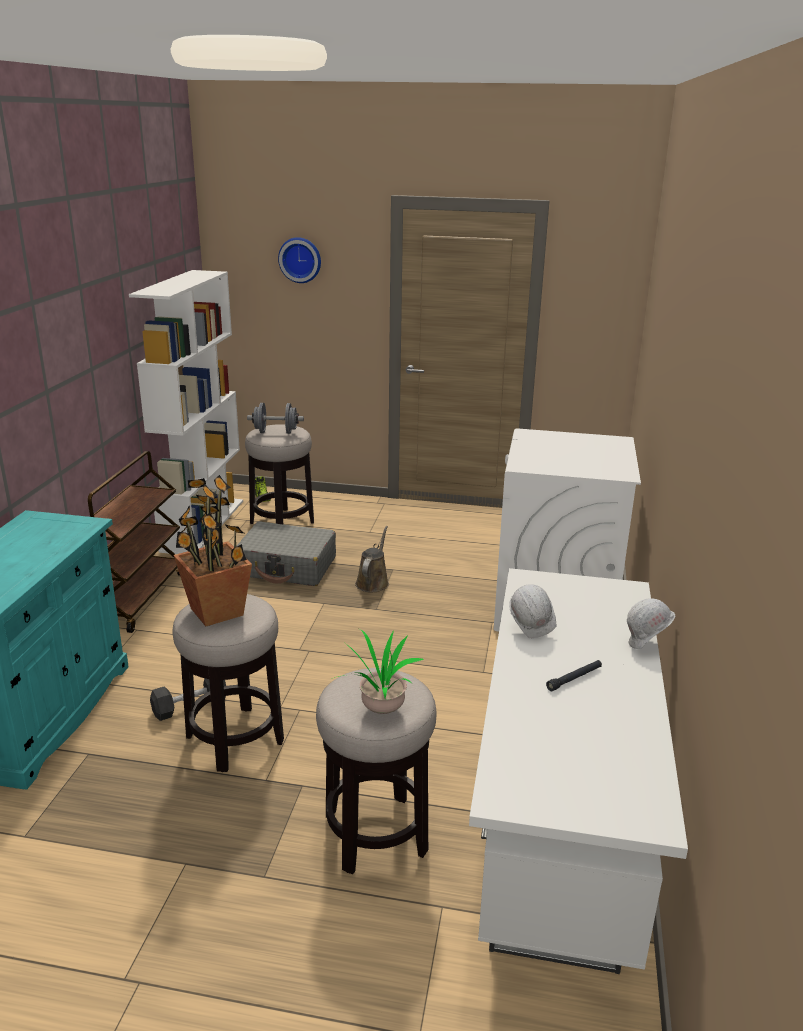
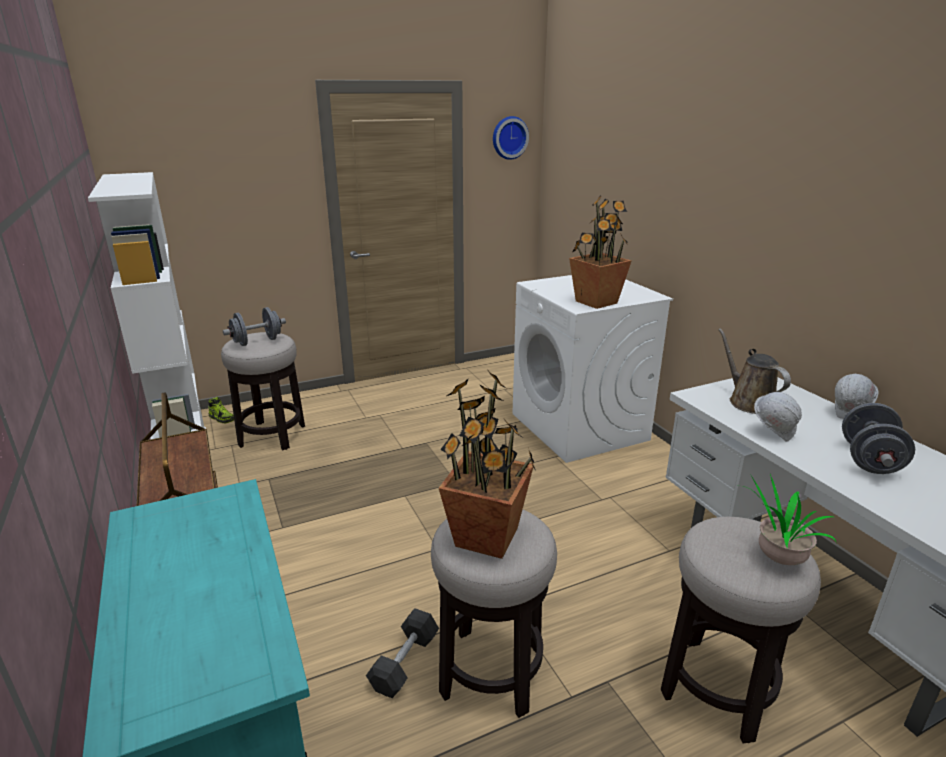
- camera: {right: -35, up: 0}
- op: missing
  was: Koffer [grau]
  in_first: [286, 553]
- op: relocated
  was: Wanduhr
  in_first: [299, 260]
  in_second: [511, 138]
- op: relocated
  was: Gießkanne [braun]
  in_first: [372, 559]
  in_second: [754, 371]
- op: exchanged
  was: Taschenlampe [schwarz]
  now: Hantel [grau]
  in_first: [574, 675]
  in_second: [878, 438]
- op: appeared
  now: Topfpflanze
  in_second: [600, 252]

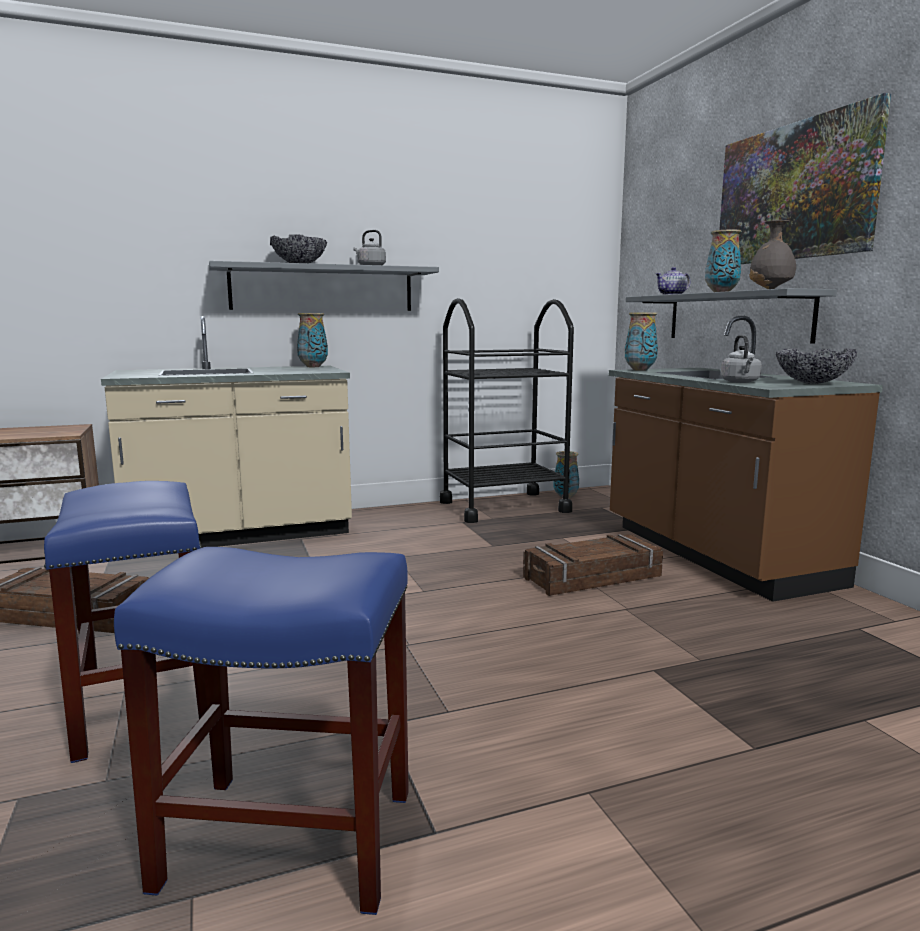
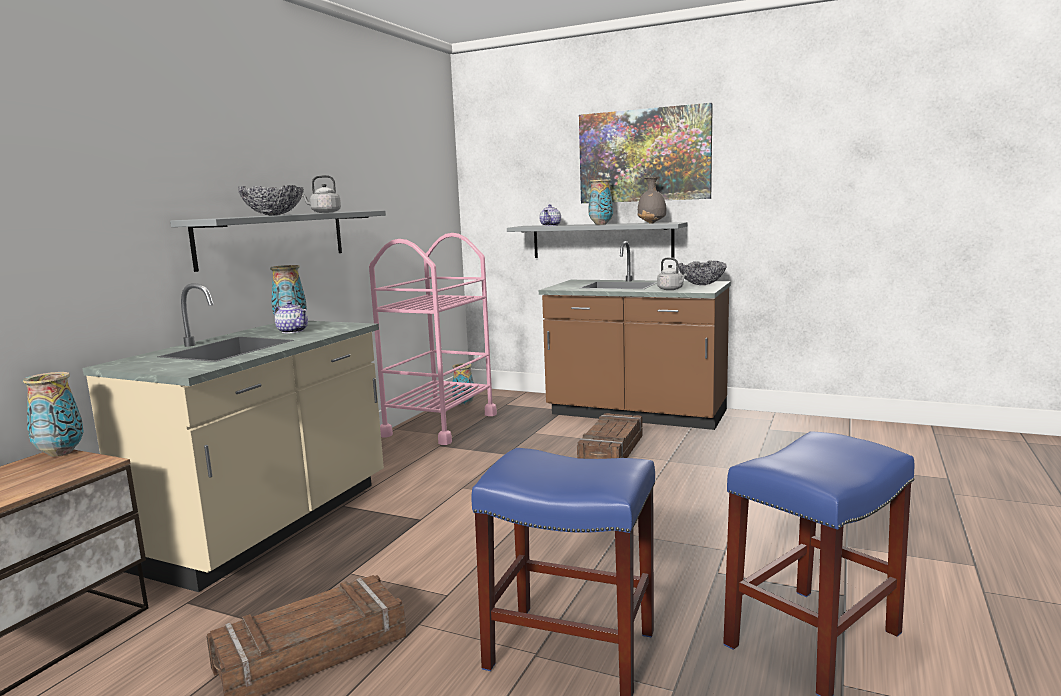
- camera: {right: -45, up: 0}
- op: colour
  was: Rollwagen [schwarz]
  now: Rollwagen [rosa]
  in_first: [507, 410]
  in_second: [433, 339]
- op: relocated
  was: Vase
  in_first: [641, 341]
  in_second: [53, 414]
- op: appeared
  now: Teekanne
  in_second: [291, 317]

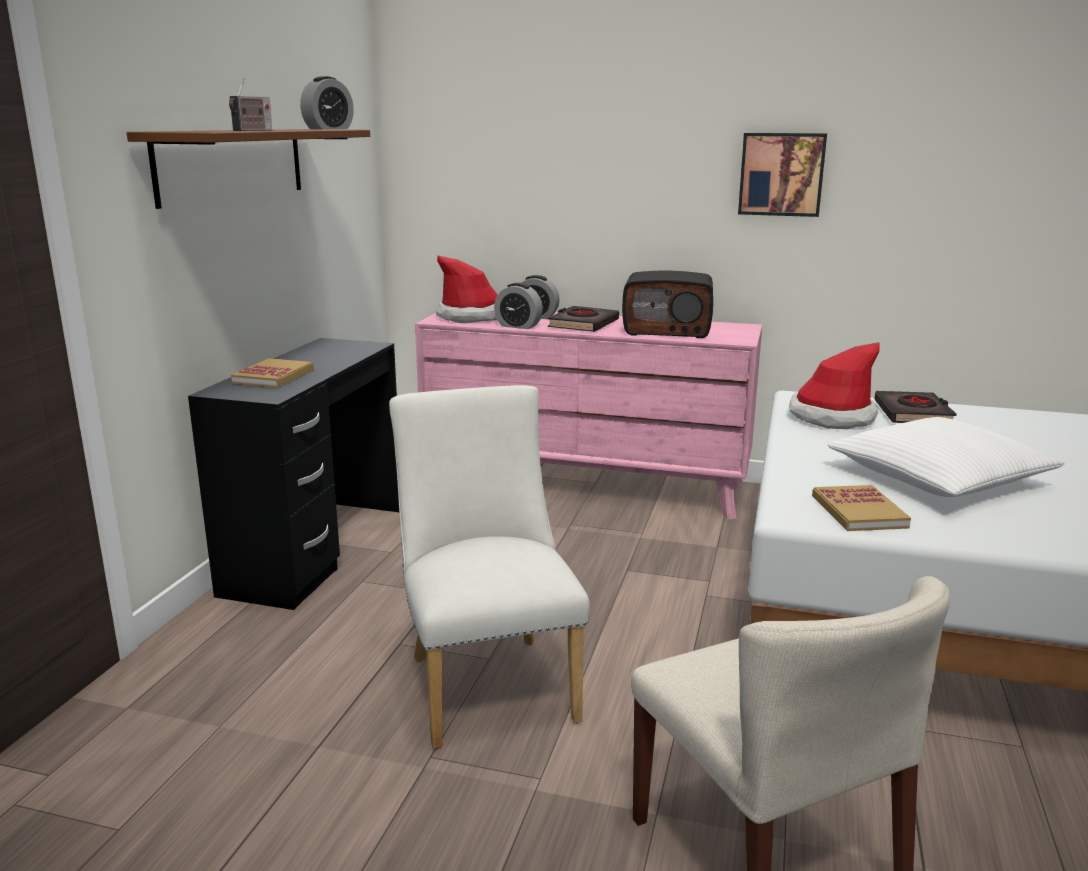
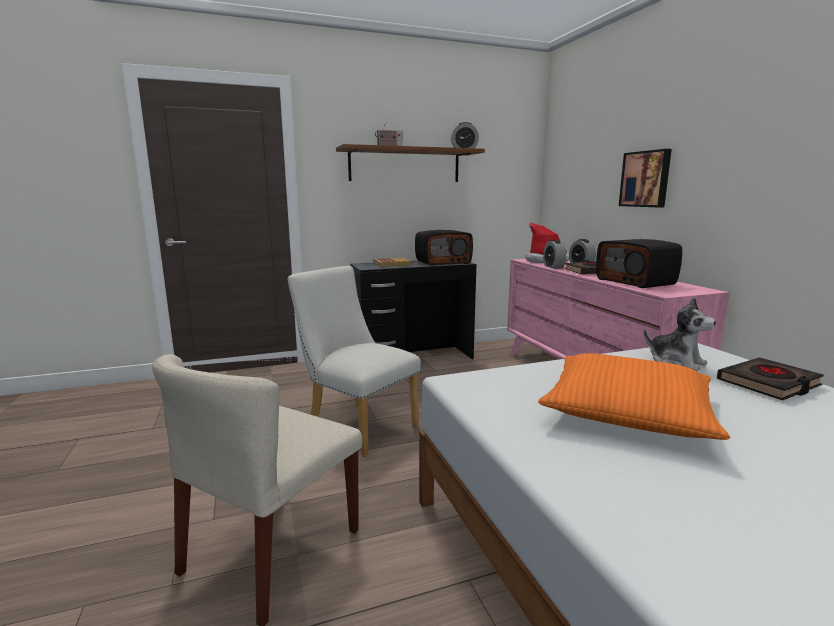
- camera: {right: 55, up: -5}
- op: spun
  was: Stuhl [weiß]
  in_first: [489, 567]
  in_second: [354, 361]
  clockwise: -90
- op: relocated
  was: Bild
  in_first: [782, 175]
  in_second: [645, 178]
- op: exchanged
  was: Hut
  now: Plüschtier
  in_first: [834, 385]
  in_second: [680, 334]
- op: missing
  was: Buch
  in_first: [861, 508]
- op: colour
  was: Kissen [weiß]
  now: Kissen [orange]
  in_first: [945, 457]
  in_second: [634, 396]
- op: appeared
  now: Radio
  in_second: [444, 248]

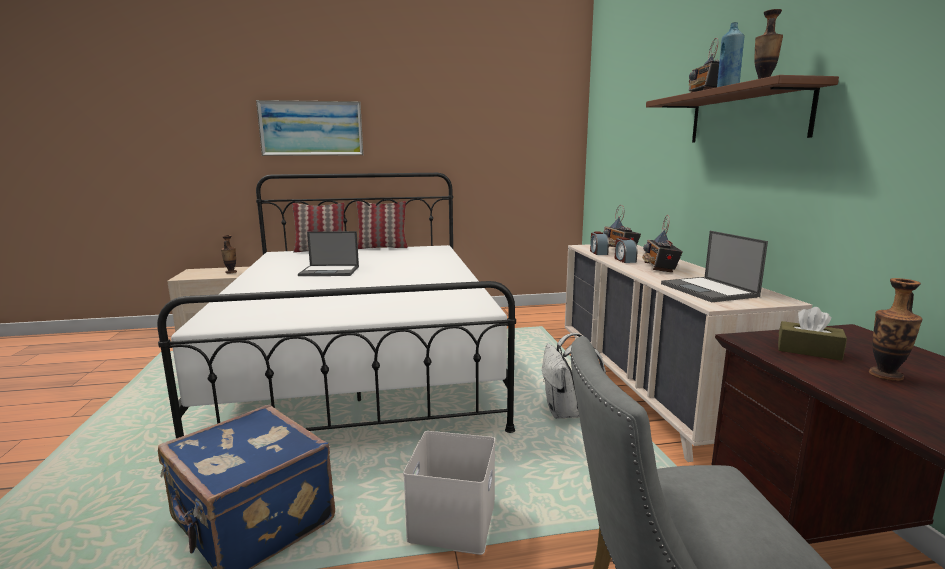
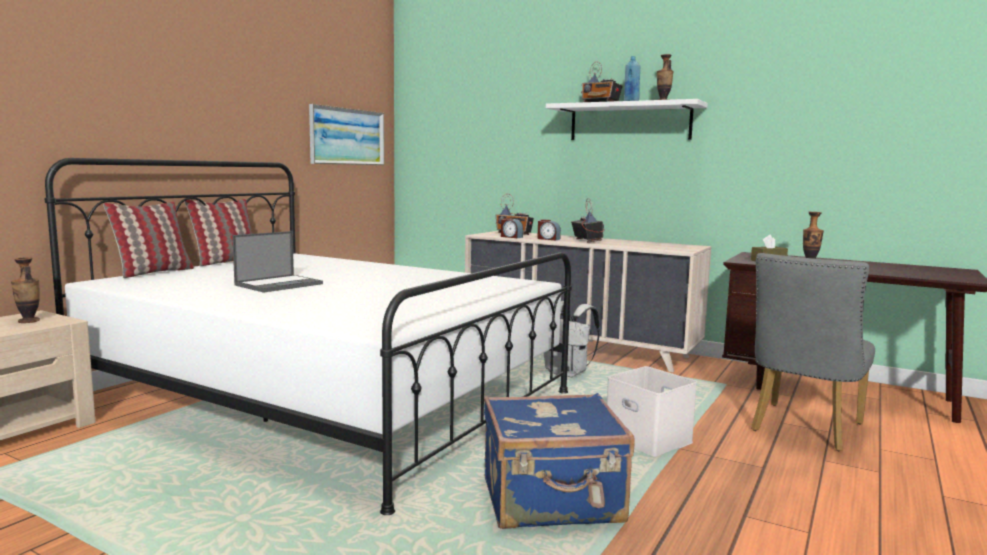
- camera: {right: -50, up: -5}
- op: relocated
  was: Bild
  in_first: [309, 128]
  in_second: [346, 134]
- op: spun
  was: Radio
  in_first: [662, 244]
  in_second: [587, 220]
  clockwise: -150
- op: colour
  was: Wandregal [braun]
  now: Wandregal [weiß]
  in_first: [742, 108]
  in_second: [627, 119]
- op: missing
  was: Laptop
  in_first: [714, 266]

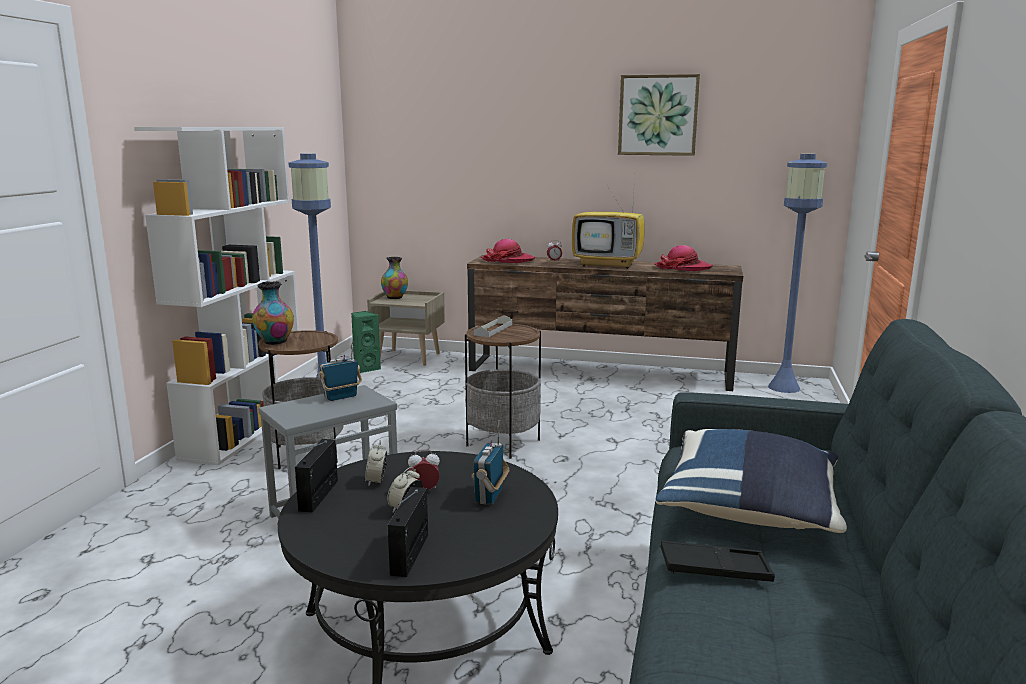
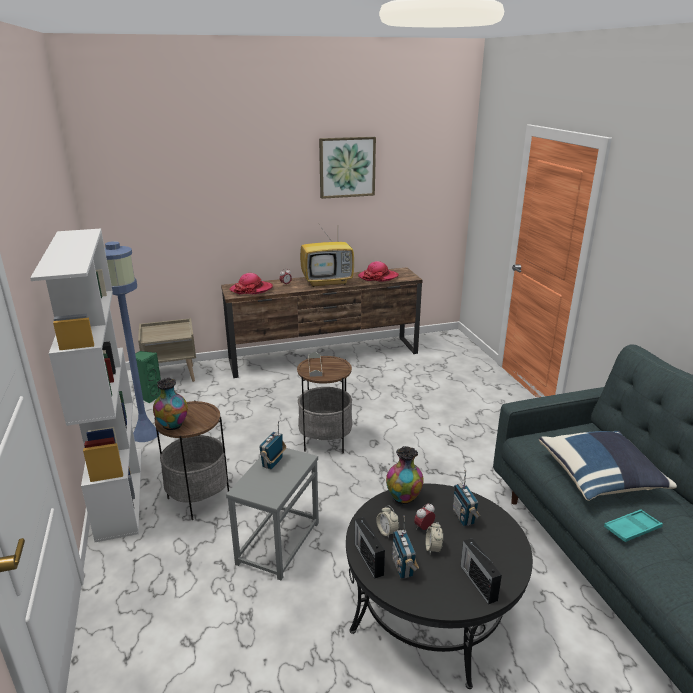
- camera: {right: -30, up: 10}
- op: relocated
  was: Vase
  in_first: [394, 278]
  in_second: [405, 476]
- op: colour
  was: Tablett [schwarz]
  now: Tablett [türkis]
  in_first: [718, 561]
  in_second: [633, 525]
- op: missing
  was: Stehlampe [blau]
  in_first: [797, 273]
- op: appeared
  now: Radio
  in_second: [405, 547]

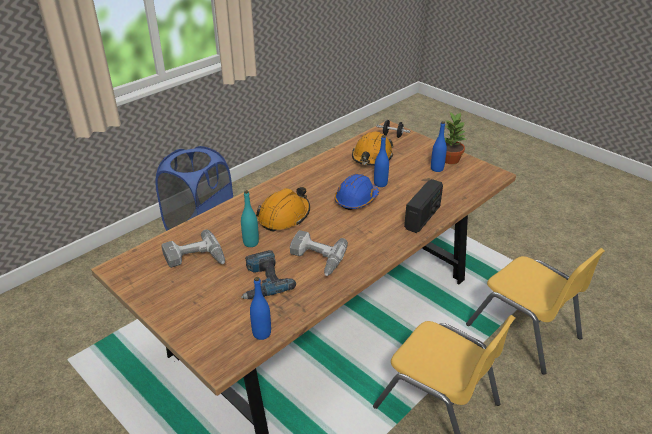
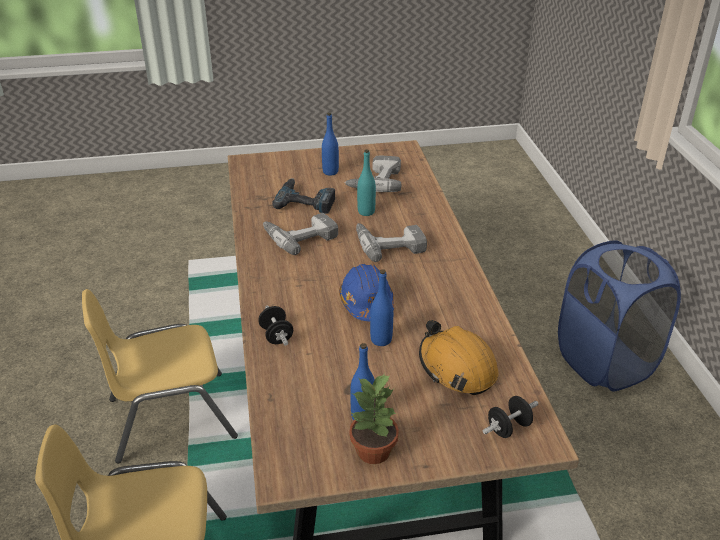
- camera: {right: 125, up: 0}
- op: relocated
  was: Flasche [blau]
  in_first: [260, 308]
  in_second: [330, 144]
- op: exchanged
  was: Schutzhelm [orange]
  now: Bohrmaschine
  in_first: [283, 209]
  in_second: [391, 242]
- op: exchanged
  was: Radio
  now: Hantel [schwarz]
  in_first: [423, 206]
  in_second: [275, 326]

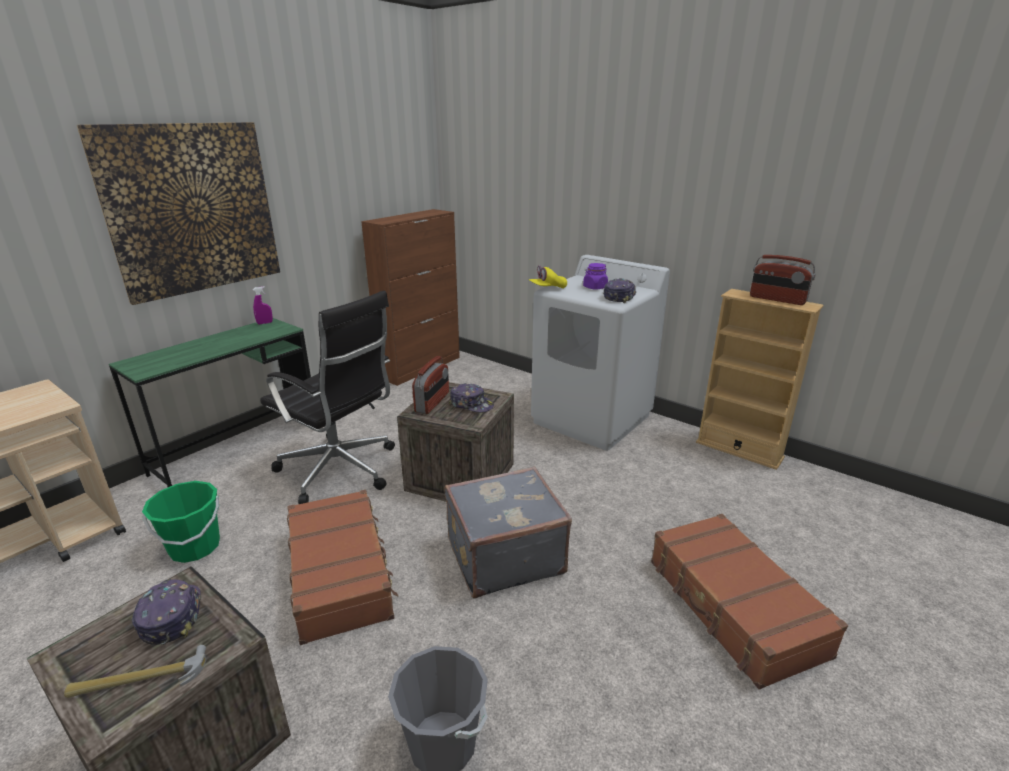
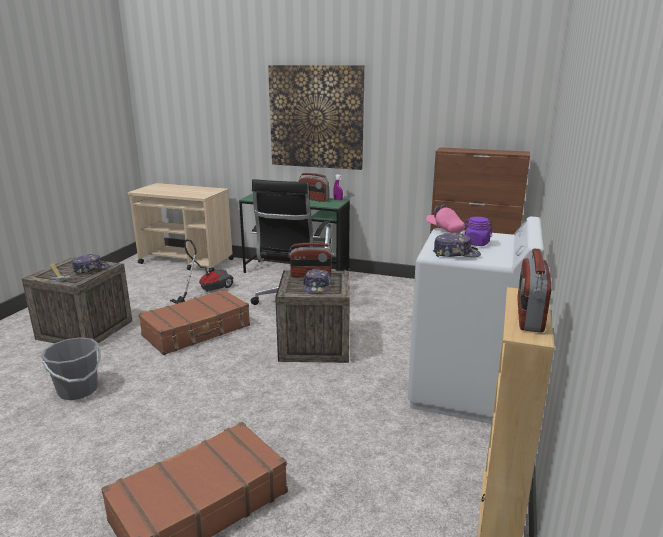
- camera: {right: 70, up: -5}
- op: exchanged
  was: Eimer [grün]
  now: Staubsauger
  in_first: [181, 522]
  in_second: [202, 271]
- op: missing
  was: Koffer [grau]
  in_first: [508, 532]
- op: colour
  was: Kappe [gelb]
  now: Kappe [rosa]
  in_first: [548, 276]
  in_second: [445, 218]
- op: appeared
  now: Radio
  in_second: [313, 187]

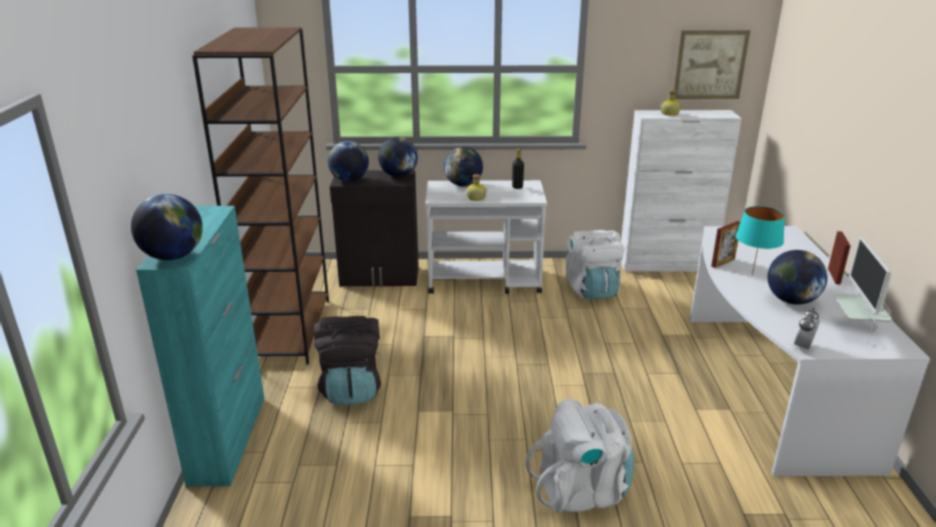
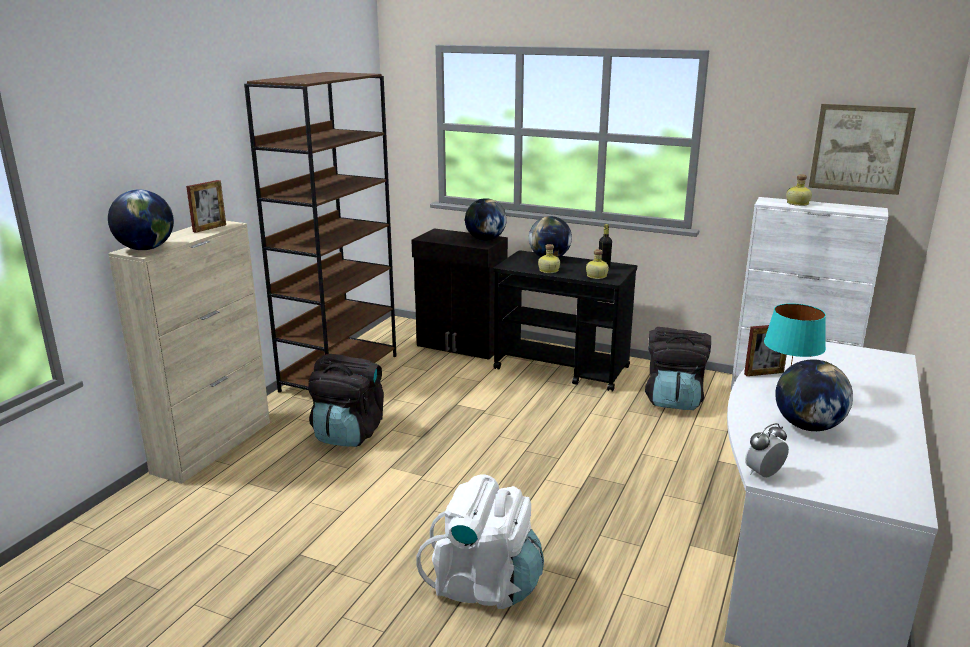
- camera: {right: 25, up: -5}
- op: colour
  was: Schrank [türkis]
  now: Schrank [beige]
  in_first: [200, 346]
  in_second: [189, 352]
- op: missing
  was: Globus
  in_first: [348, 161]
- op: colour
  was: Rollwagen [weiß]
  now: Rollwagen [schwarz]
  in_first: [486, 237]
  in_second: [565, 321]
- op: colour
  was: Rucksack [weiß]
  now: Rucksack [schwarz]
  in_first: [595, 264]
  in_second: [678, 368]
- op: relocated
  was: Bilderrahmen
  in_first: [839, 258]
  in_second: [206, 206]
- op: missing
  was: Monitor
  in_first: [863, 291]
- op: appeared
  now: Flasche
  in_second: [597, 264]

